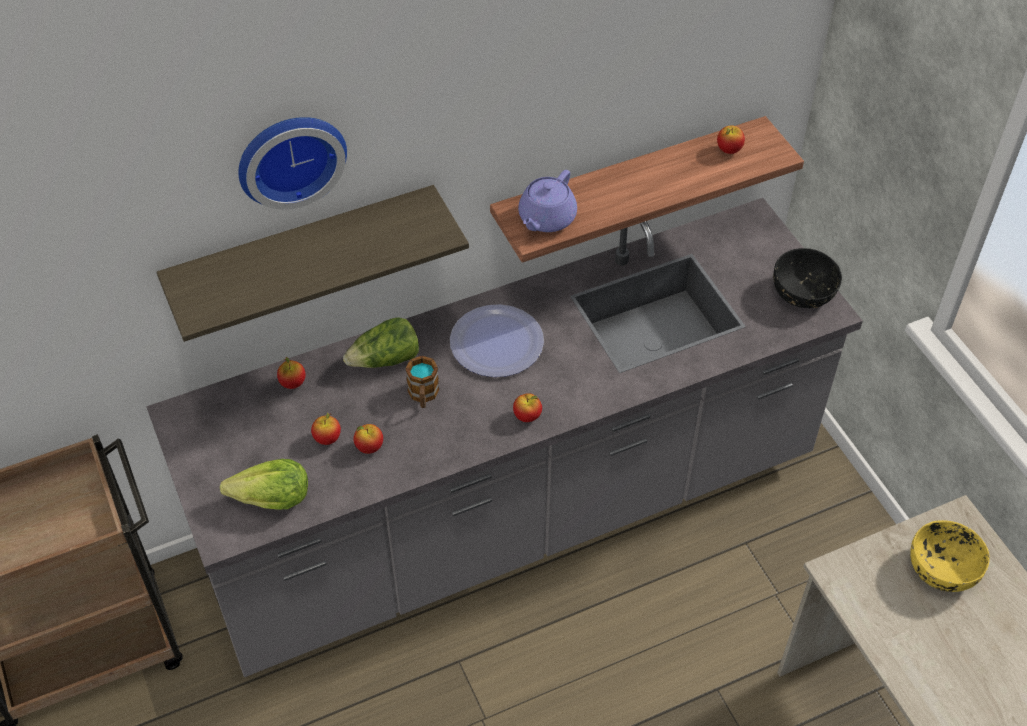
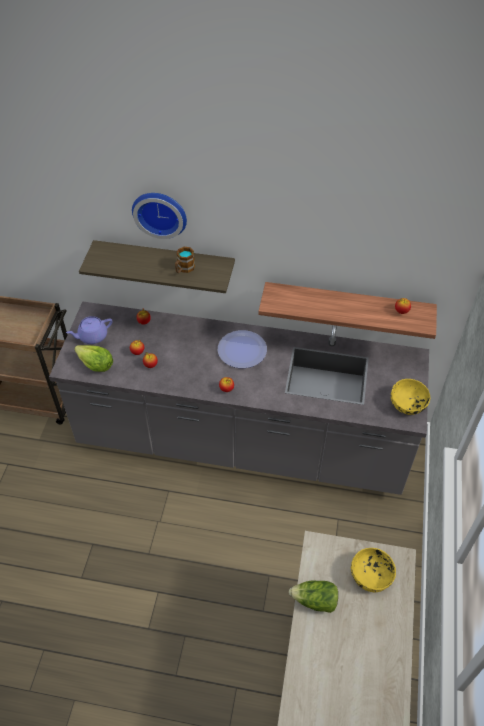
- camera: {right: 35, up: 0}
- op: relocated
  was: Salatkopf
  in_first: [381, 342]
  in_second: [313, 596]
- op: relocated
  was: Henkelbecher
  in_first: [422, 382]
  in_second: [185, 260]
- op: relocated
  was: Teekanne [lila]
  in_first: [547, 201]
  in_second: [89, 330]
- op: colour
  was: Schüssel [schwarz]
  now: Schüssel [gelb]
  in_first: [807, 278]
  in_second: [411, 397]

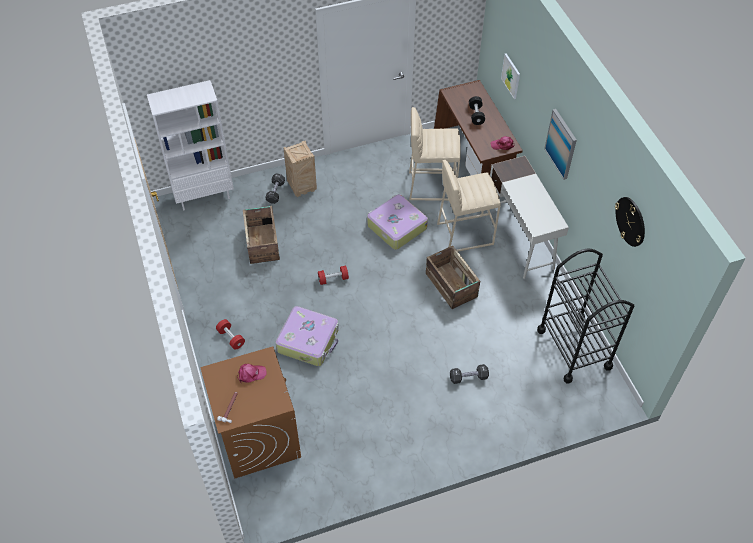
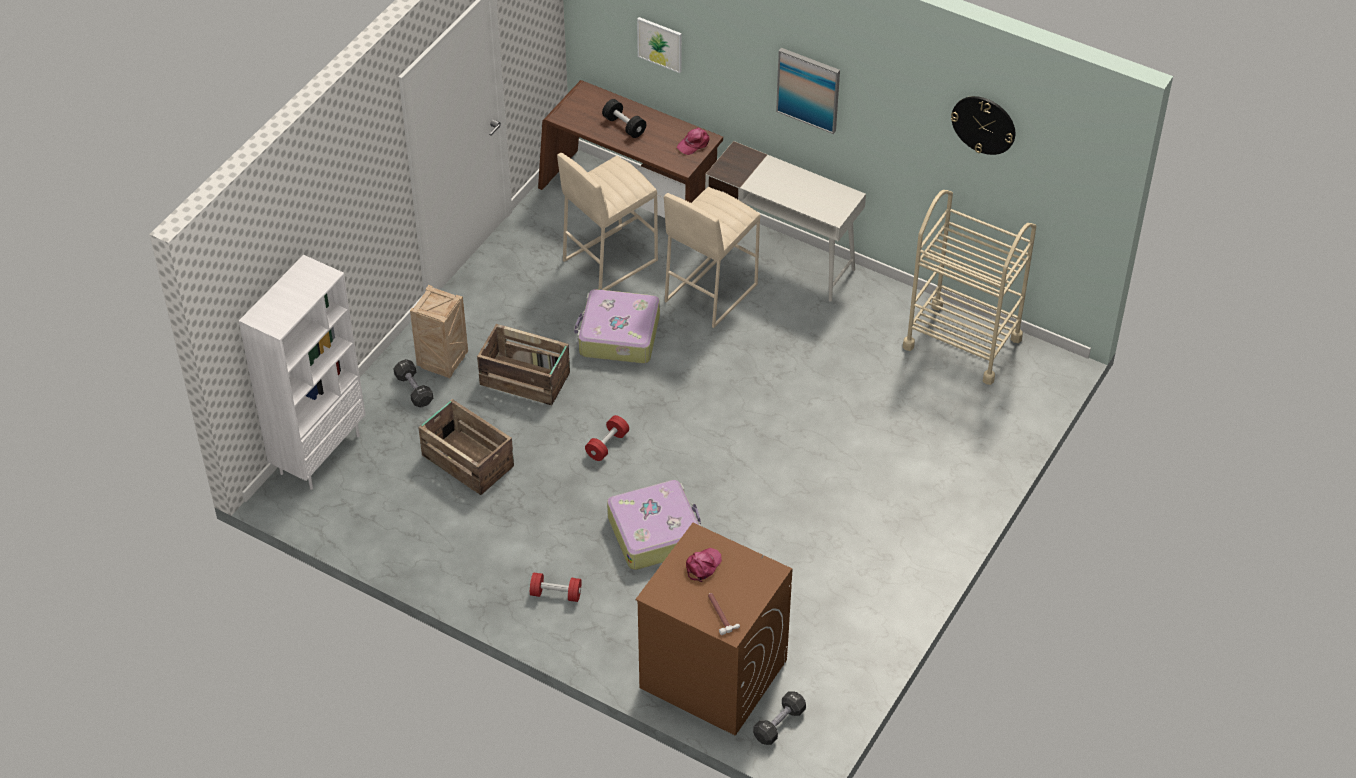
- camera: {right: -40, up: -5}
- op: relocated
  was: Kiste
  in_first: [453, 277]
  in_second: [523, 364]
- op: relocated
  was: Hantel [schwarz]
  in_first: [469, 374]
  in_second: [779, 718]
- op: colour
  was: Rollwagen [schwarz]
  now: Rollwagen [beige]
  in_first: [585, 316]
  in_second: [969, 287]

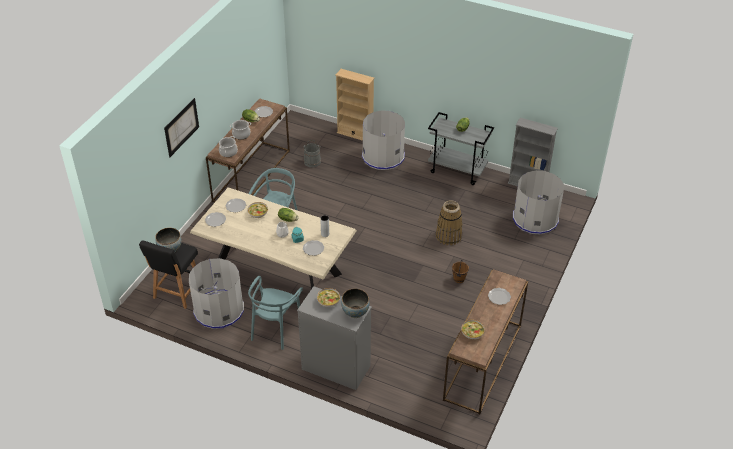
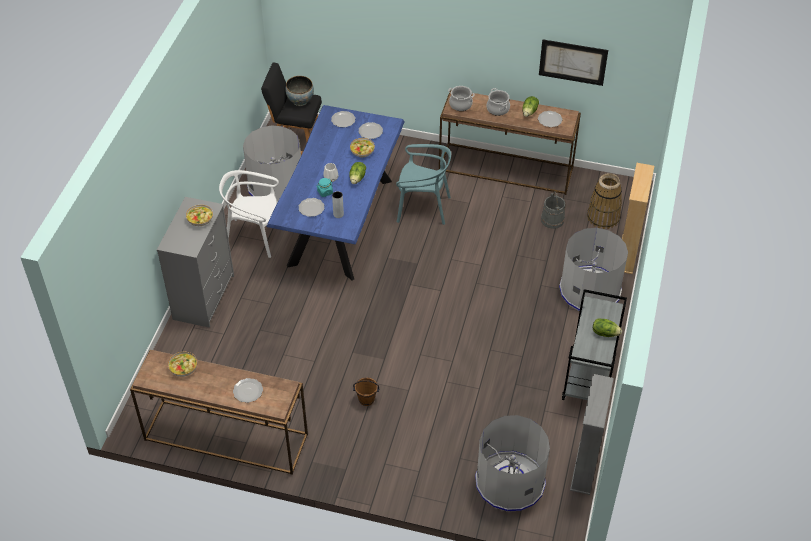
- camera: {right: 80, up: 5}
- op: relocated
  was: Bild
  in_first: [181, 127]
  in_second: [573, 63]
- op: colour
  was: Esstisch [beige]
  now: Esstisch [blau]
  in_first: [273, 238]
  in_second: [335, 193]
- op: colour
  was: Stuhl [türkis]
  now: Stuhl [weiß]
  in_first: [275, 313]
  in_second: [249, 214]
- op: missing
  was: Schüssel
  in_first: [355, 303]
- op: relocated
  was: Korb
  in_first: [449, 223]
  in_second: [604, 201]

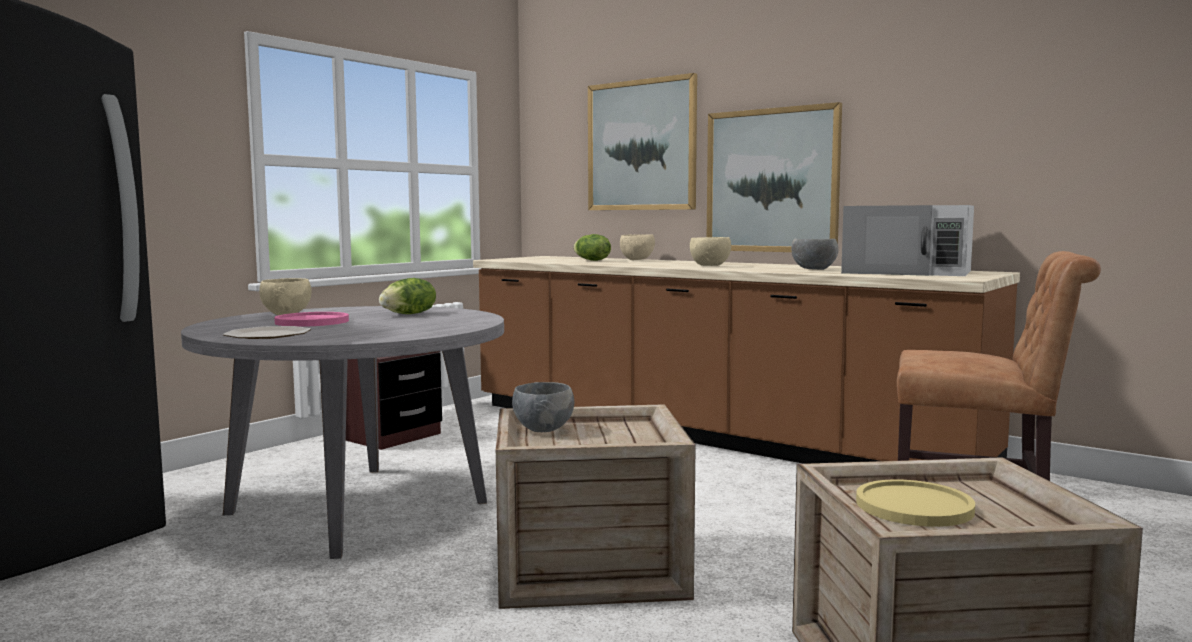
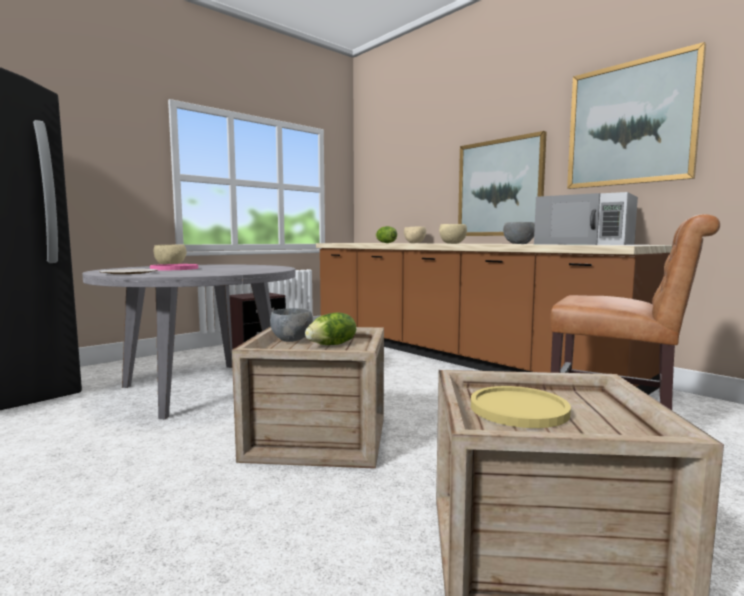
- camera: {right: 10, up: 0}
- op: relocated
  was: Salatkopf
  in_first: [407, 296]
  in_second: [330, 328]
- op: relocated
  was: Bild
  in_first: [642, 141]
  in_second: [636, 115]

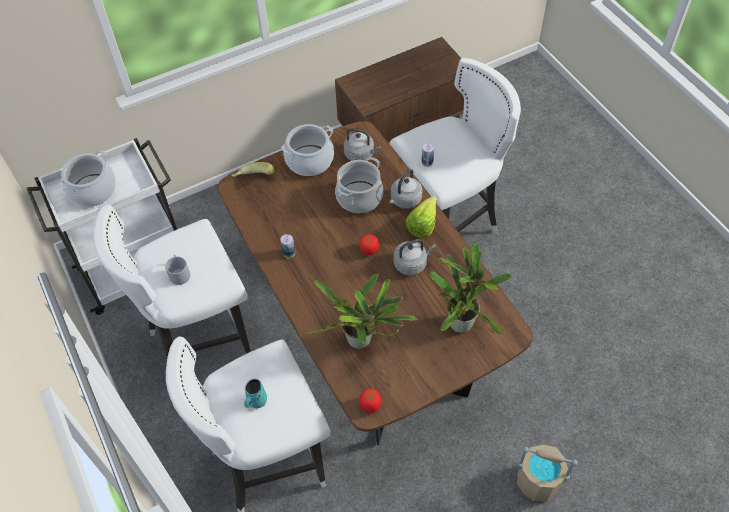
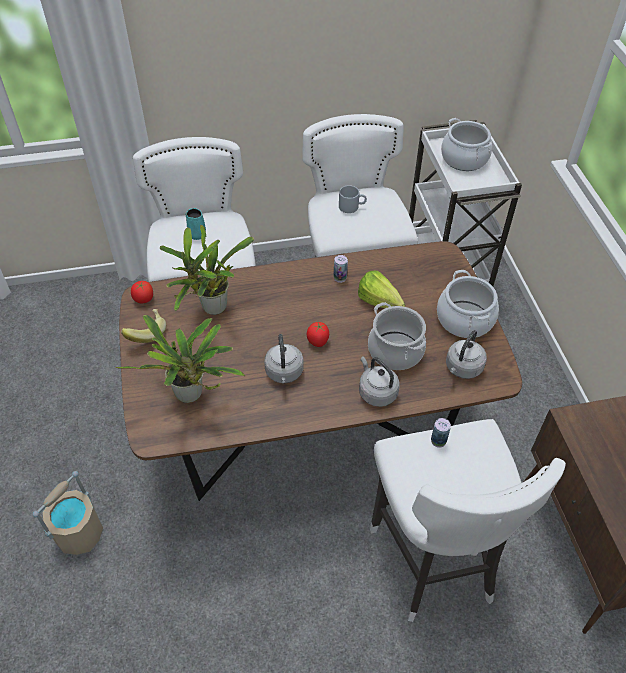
- camera: {right: 105, up: -5}
- op: relocated
  was: Banane
  in_first: [252, 169]
  in_second: [143, 326]
- op: relocated
  was: Salatkopf
  in_first: [421, 217]
  in_second: [381, 289]

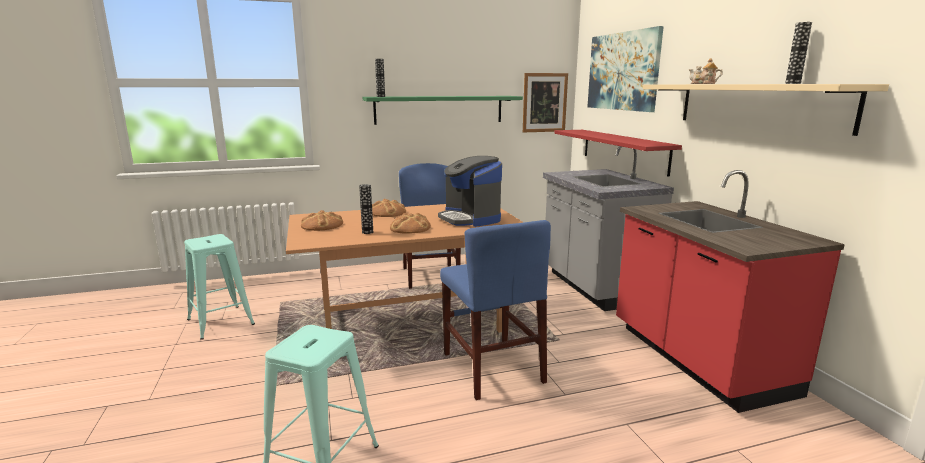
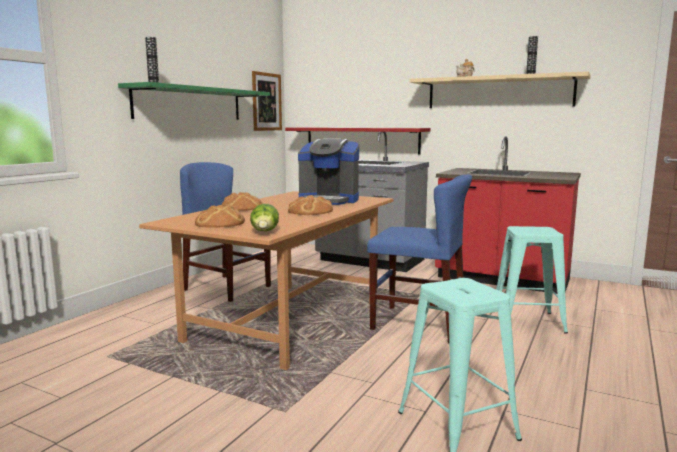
- camera: {right: -45, up: -5}
- op: relocated
  was: Hocker [türkis]
  in_first: [219, 287]
  in_second: [532, 280]
- op: missing
  was: Vase
  in_first: [366, 209]
- op: missing
  was: Bild
  in_first: [625, 69]
- op: appeared
  now: Salatkopf
  in_second: [264, 217]

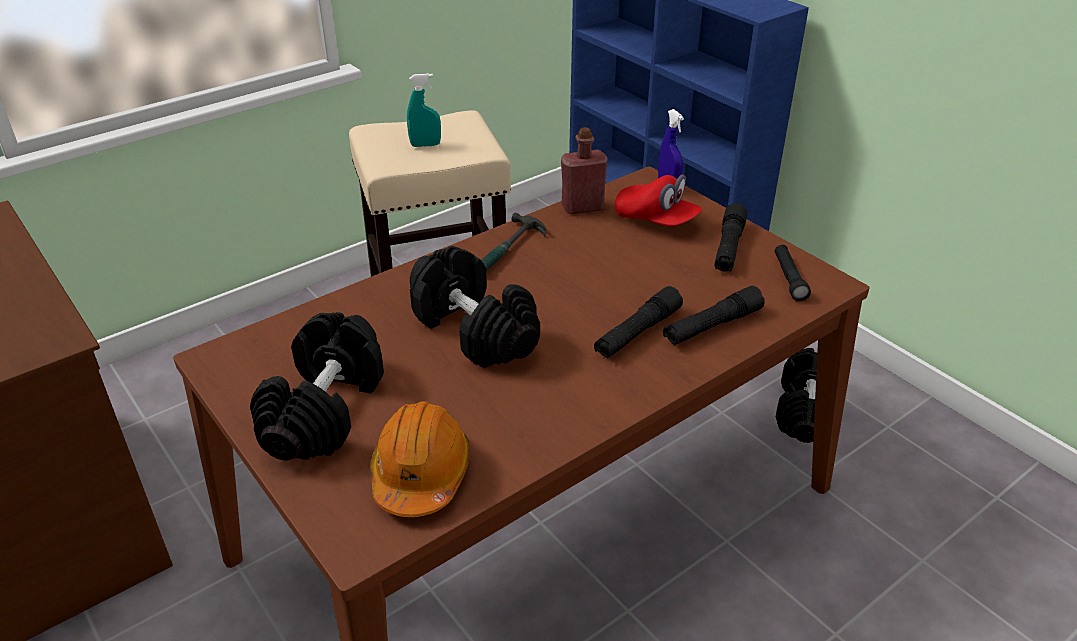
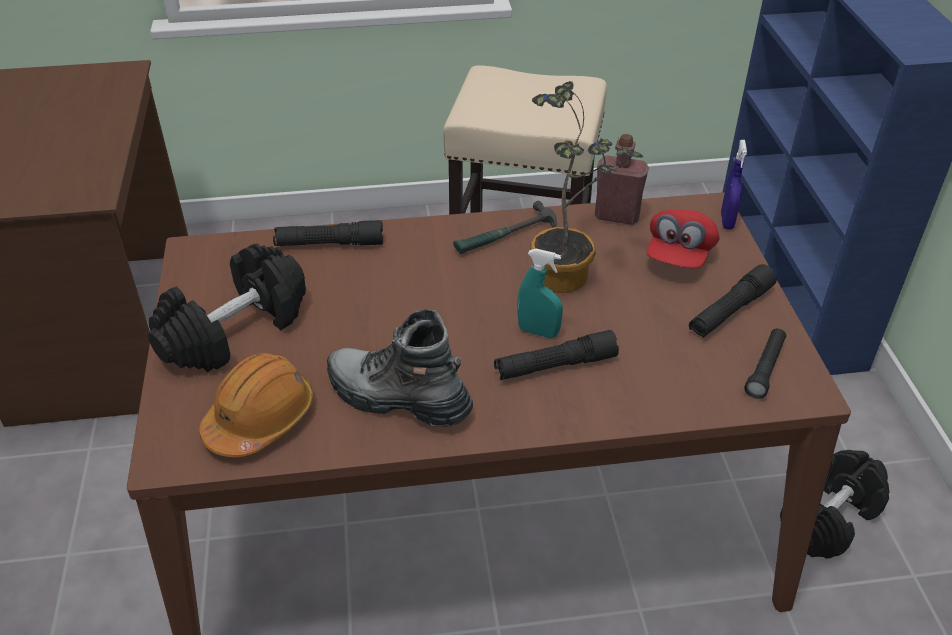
- camera: {right: 30, up: 5}
- op: relocated
  was: Sprühflasche [türkis]
  in_first: [424, 110]
  in_second: [540, 293]
- op: missing
  was: Hantel [schwarz]
  in_first: [475, 307]
- op: spun
  was: Kappe [rot]
  in_first: [658, 200]
  in_second: [683, 239]
  clockwise: 45
- op: relocated
  was: Taschenlampe [schwarz]
  in_first: [714, 315]
  in_second: [328, 233]
- op: appeared
  now: Stiefel
  in_second: [400, 368]
- op: appeared
  now: Topfpflanze
  in_second: [586, 187]

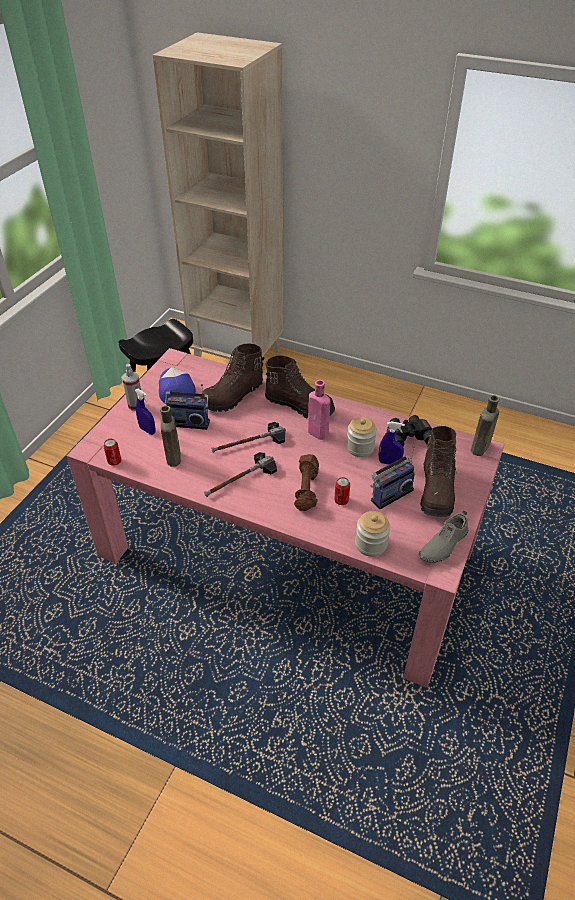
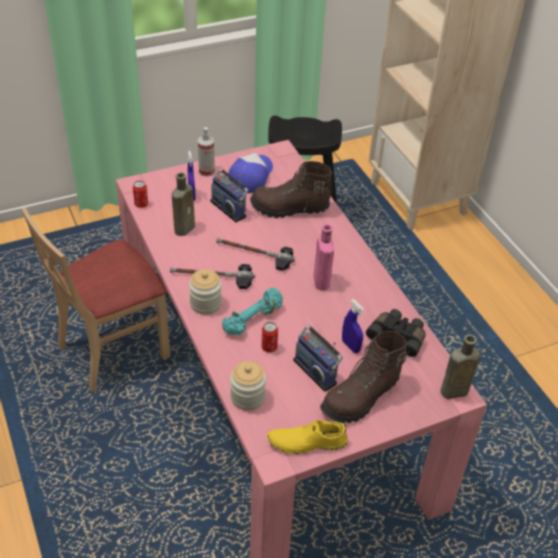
- camera: {right: 40, up: 0}
- op: missing
  was: Stiefel [braun]
  in_first: [300, 386]
- op: colour
  was: Hantel [braun]
  now: Hantel [türkis]
  in_first: [306, 482]
  in_second: [252, 312]
- op: relocated
  was: Vorratsglas
  in_first: [361, 437]
  in_second: [205, 291]
- op: spun
  was: Radio
  in_first: [392, 477]
  in_second: [318, 358]
  clockwise: 45
- op: colour
  was: Schuh [grau]
  now: Schuh [gelb]
  in_first: [443, 536]
  in_second: [307, 437]
- op: appeared
  now: Stuhl [beige]
  in_second: [96, 299]

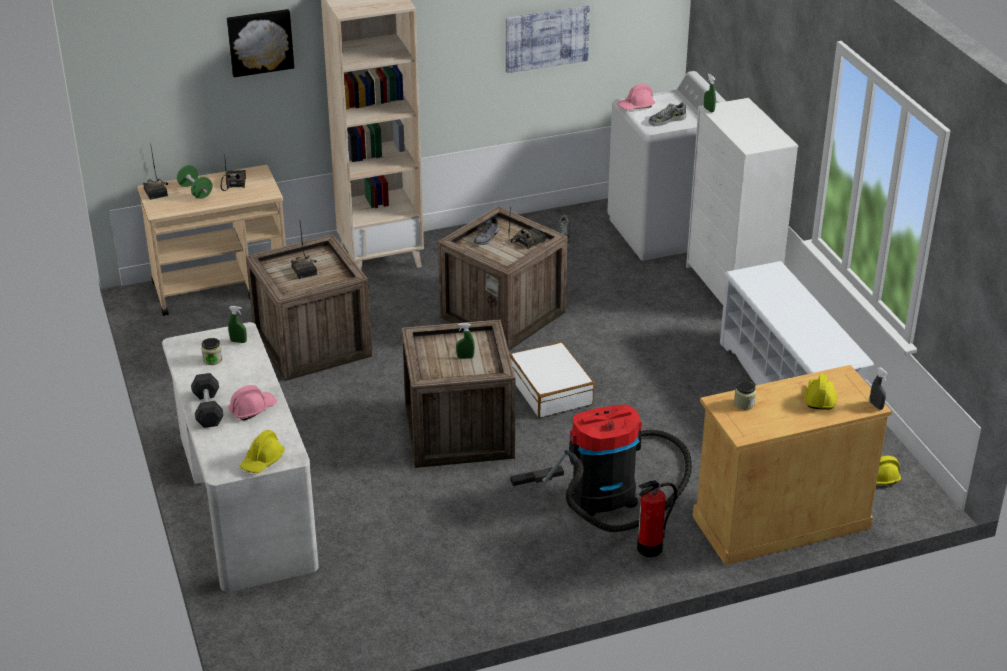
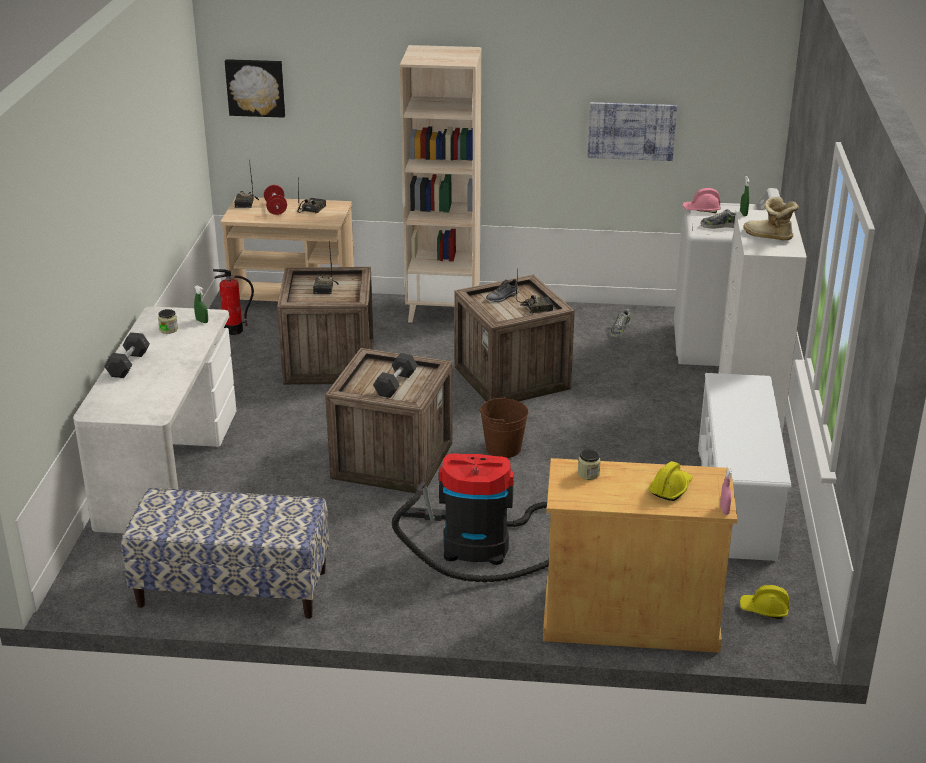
- camera: {right: 25, up: -5}
- op: colour
  was: Hantel [grün]
  now: Hantel [rot]
  in_first: [194, 182]
  in_second: [275, 200]
- op: relocated
  was: Bild
  in_first: [260, 43]
  in_second: [255, 88]
- op: missing
  was: Schutzhelm [rosa]
  in_first: [252, 403]
- op: missing
  was: Schutzhelm [gelb]
  in_first: [262, 451]
- op: exchanged
  was: Sprühflasche [grün]
  now: Hantel [grau]
  in_first: [465, 341]
  in_second: [395, 375]
- op: exchanged
  was: Koffer [weiß]
  now: Eimer [braun]
  in_first: [552, 380]
  in_second: [504, 427]
- op: relocated
  was: Feuerlöscher
  in_first: [657, 518]
  in_second: [233, 302]
- op: colour
  was: Sprühflasche [grau]
  now: Sprühflasche [rosa]
  in_first: [879, 388]
  in_second: [726, 491]
- op: appeared
  now: Bank
  in_second: [225, 553]
- op: appeared
  now: Stiefel
  in_second: [771, 218]

